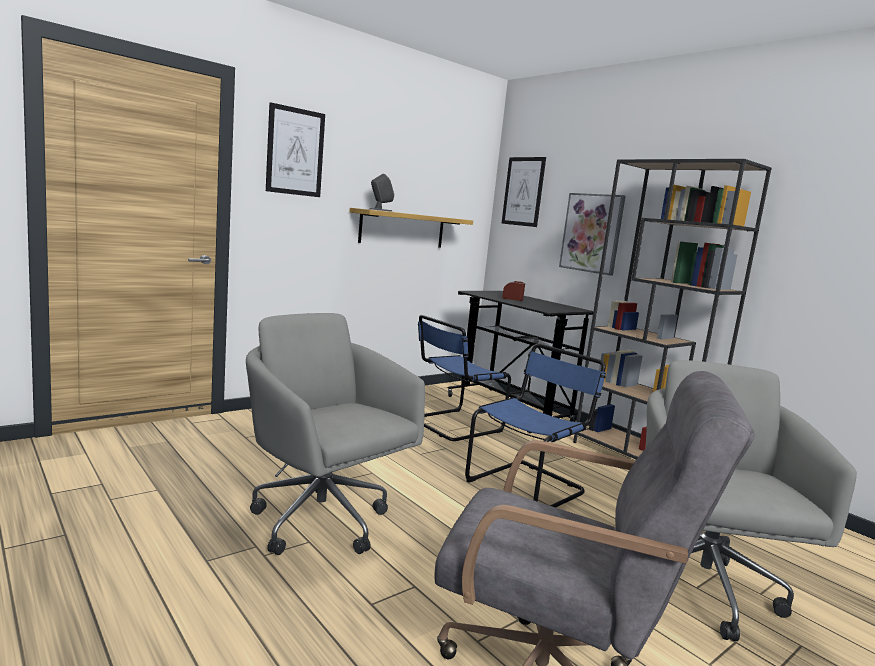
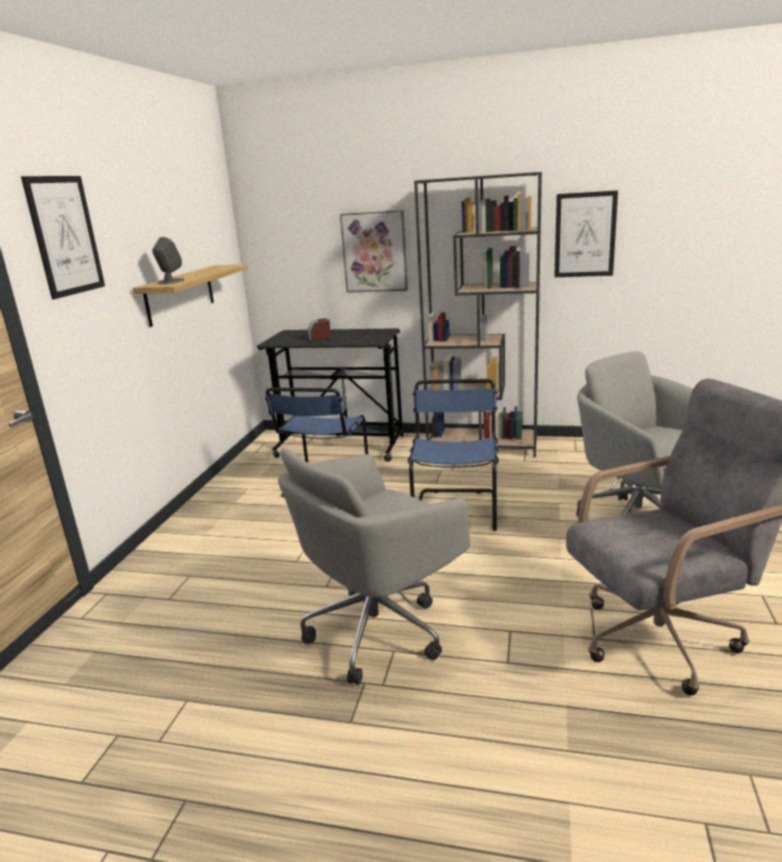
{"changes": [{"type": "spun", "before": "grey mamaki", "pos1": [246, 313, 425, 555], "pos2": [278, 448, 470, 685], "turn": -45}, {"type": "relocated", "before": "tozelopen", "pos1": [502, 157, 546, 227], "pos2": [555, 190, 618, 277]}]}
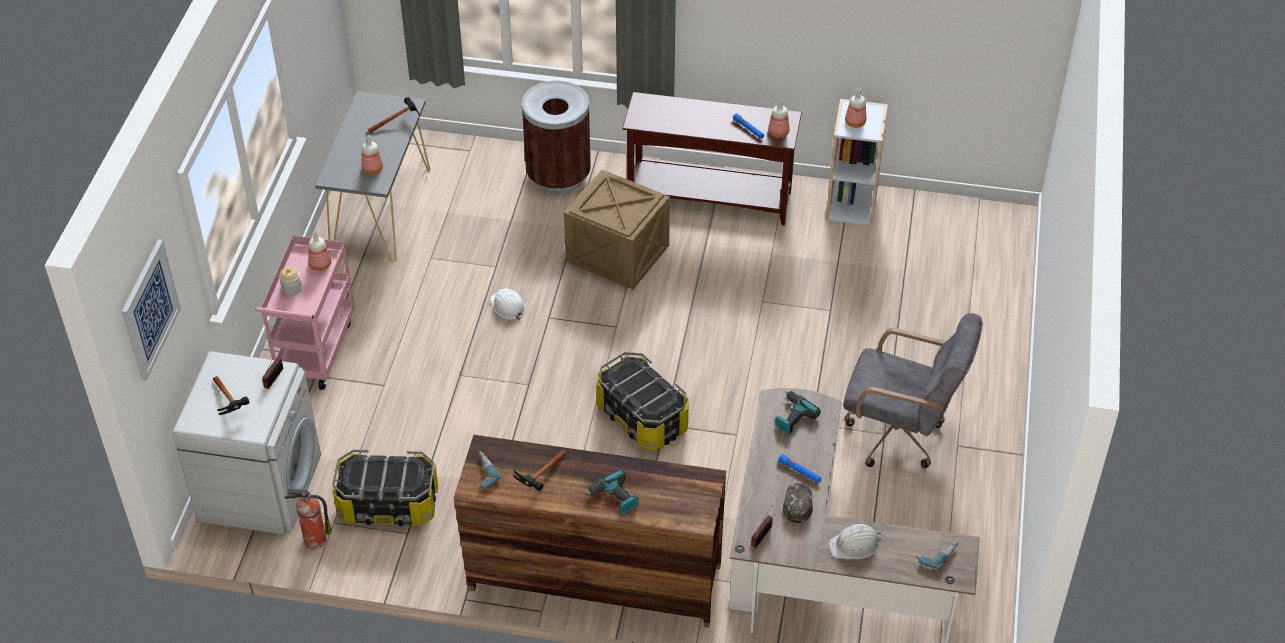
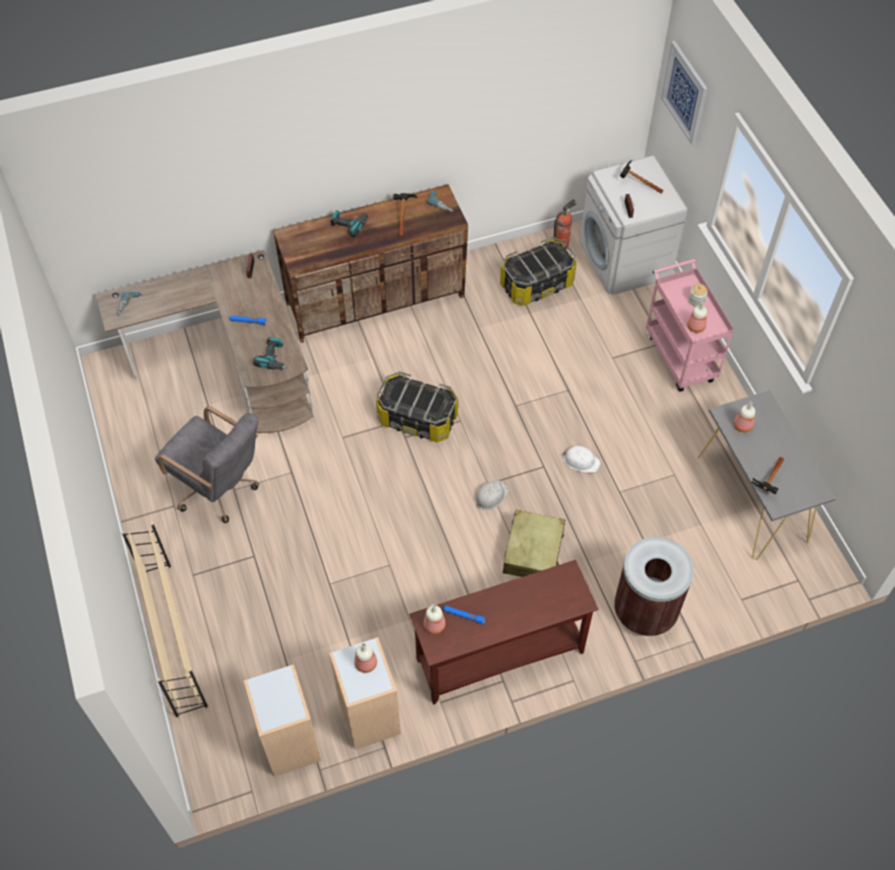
{"changes": [{"type": "exchanged", "before": "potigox", "after": "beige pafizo", "pos1": [564, 170, 670, 289], "pos2": [503, 510, 565, 577]}, {"type": "missing", "before": "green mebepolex", "pos1": [783, 483, 813, 523]}, {"type": "relocated", "before": "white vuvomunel", "pos1": [828, 524, 881, 560], "pos2": [475, 480, 509, 510]}, {"type": "spun", "before": "grey mamaki", "pos1": [844, 313, 983, 468], "pos2": [155, 406, 259, 523], "turn": -135}, {"type": "appeared", "after": "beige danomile", "pos2": [121, 522, 208, 718]}, {"type": "appeared", "after": "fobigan", "pos2": [244, 664, 321, 777]}]}
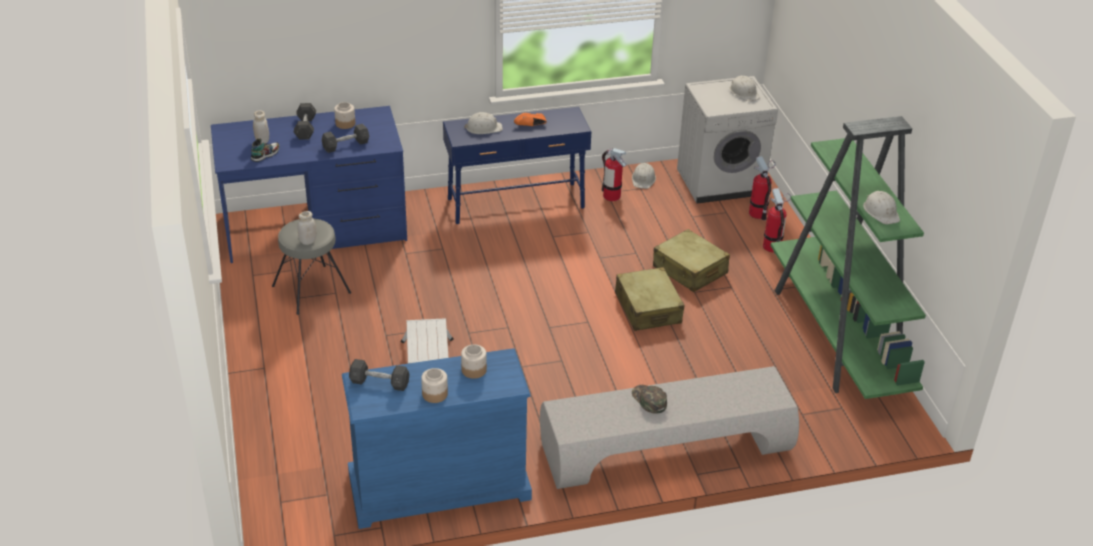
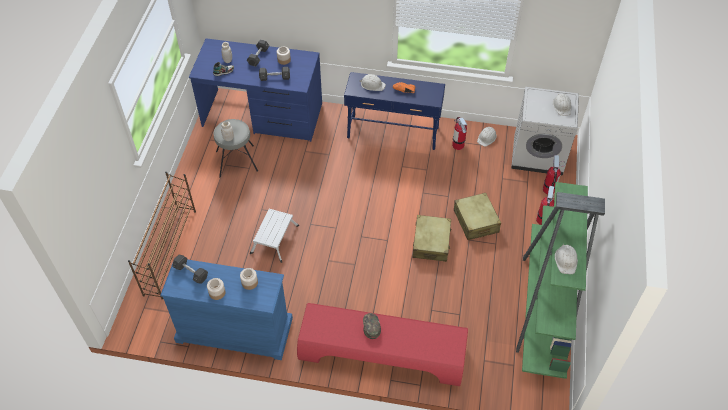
{"changes": [{"type": "colour", "before": "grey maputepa", "after": "red maputepa", "pos1": [540, 366, 799, 489], "pos2": [297, 303, 468, 386]}, {"type": "appeared", "after": "brown danomile", "pos2": [128, 171, 196, 299]}]}
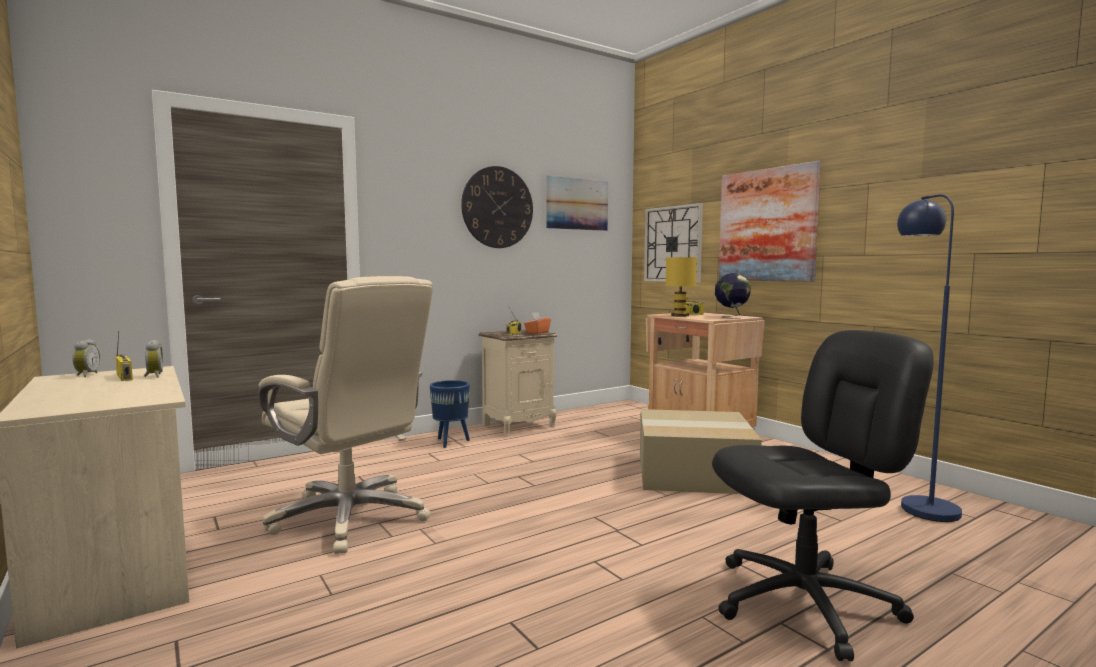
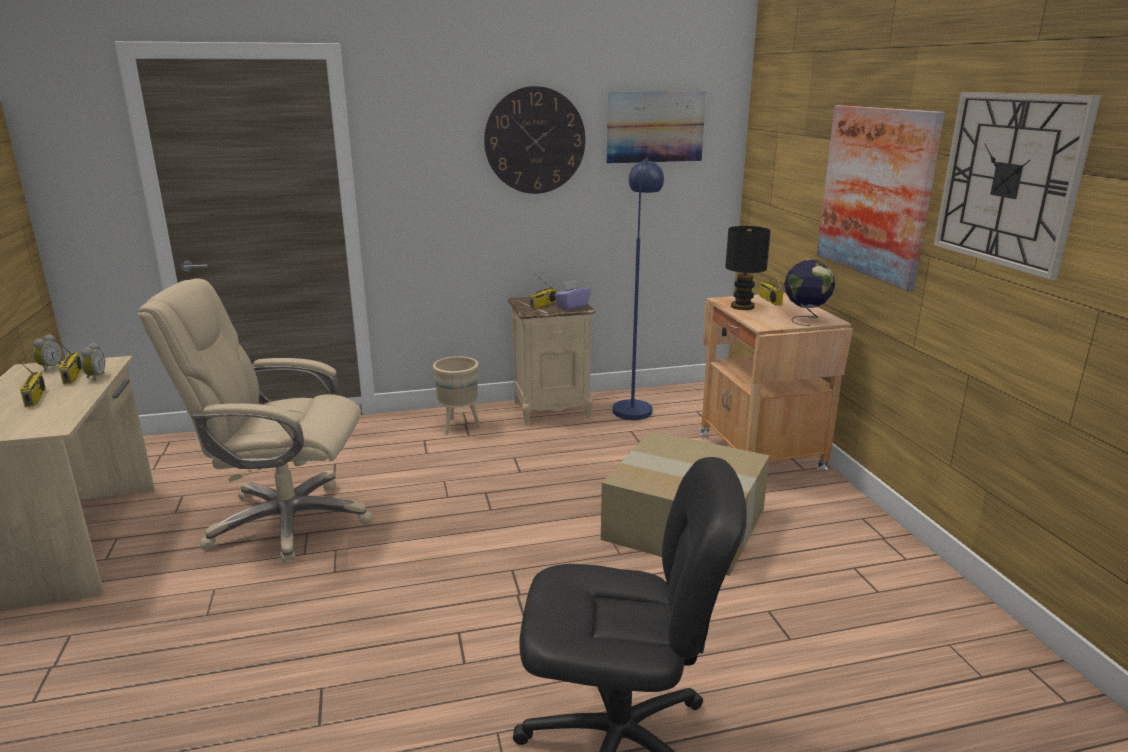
{"changes": [{"type": "spun", "before": "beige mamaki", "pos1": [258, 276, 433, 554], "pos2": [138, 278, 373, 563], "turn": 120}, {"type": "colour", "before": "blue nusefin", "after": "beige nusefin", "pos1": [430, 380, 470, 448], "pos2": [433, 356, 481, 434]}, {"type": "colour", "before": "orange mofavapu", "after": "purple mofavapu", "pos1": [524, 312, 551, 334], "pos2": [554, 280, 591, 310]}, {"type": "relocated", "before": "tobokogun", "pos1": [644, 203, 703, 283], "pos2": [934, 92, 1101, 280]}, {"type": "colour", "before": "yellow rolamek", "after": "black rolamek", "pos1": [666, 257, 697, 317], "pos2": [725, 226, 771, 310]}, {"type": "relocated", "before": "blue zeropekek", "pos1": [897, 194, 962, 522], "pos2": [612, 158, 664, 420]}, {"type": "appeared", "after": "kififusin", "pos2": [15, 358, 46, 407]}]}
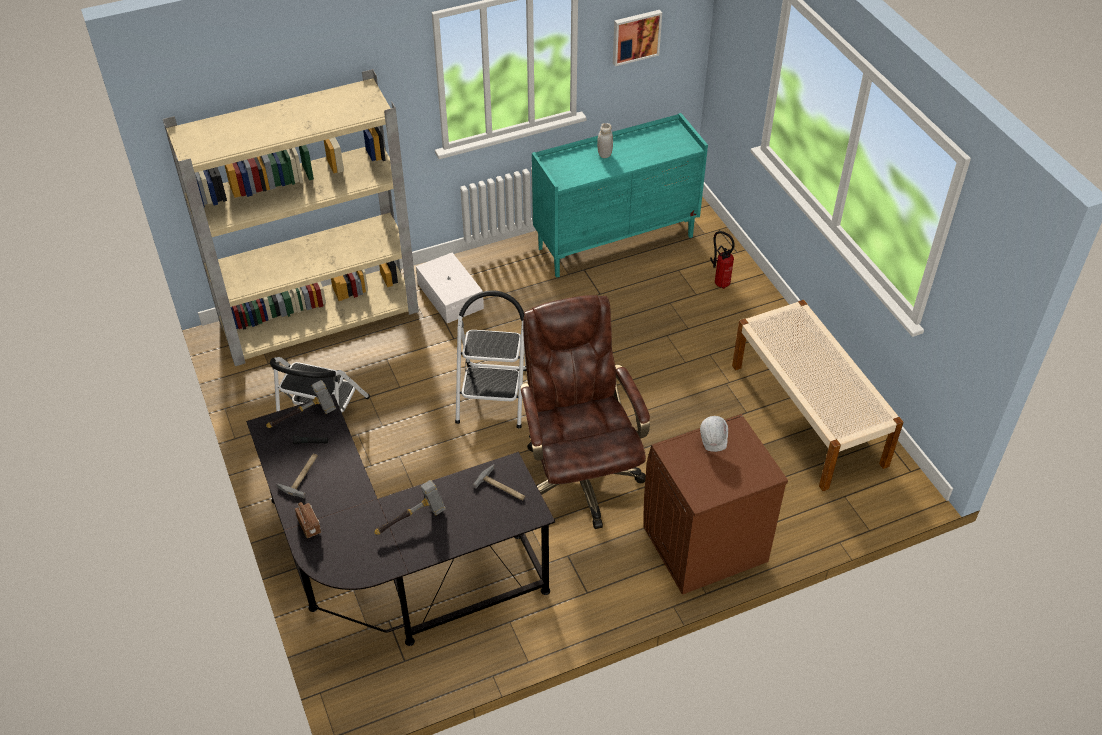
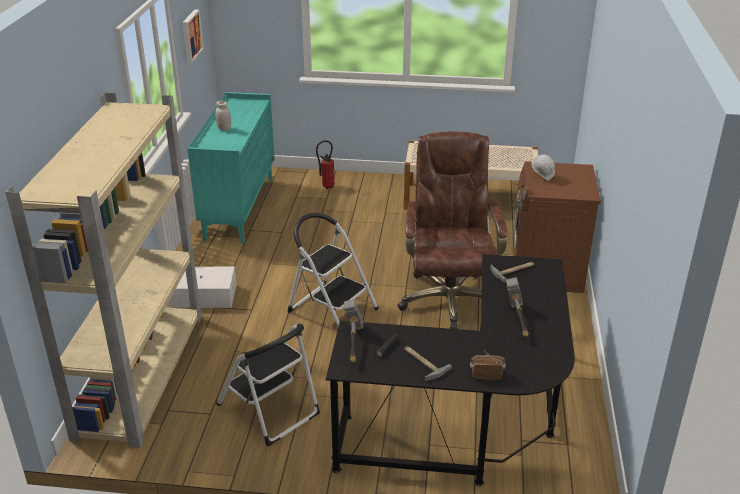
{"changes": [{"type": "spun", "before": "brown mamaki", "pos1": [520, 295, 650, 529], "pos2": [398, 132, 508, 329], "turn": 75}]}
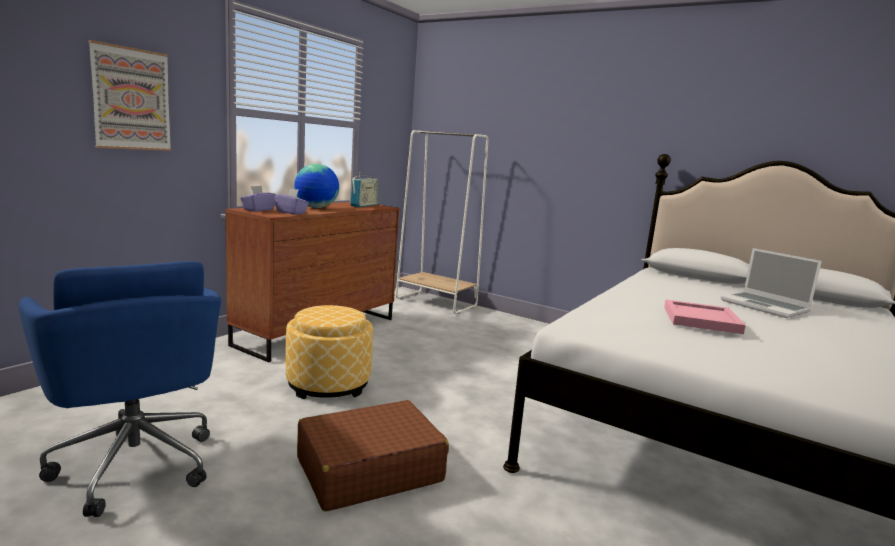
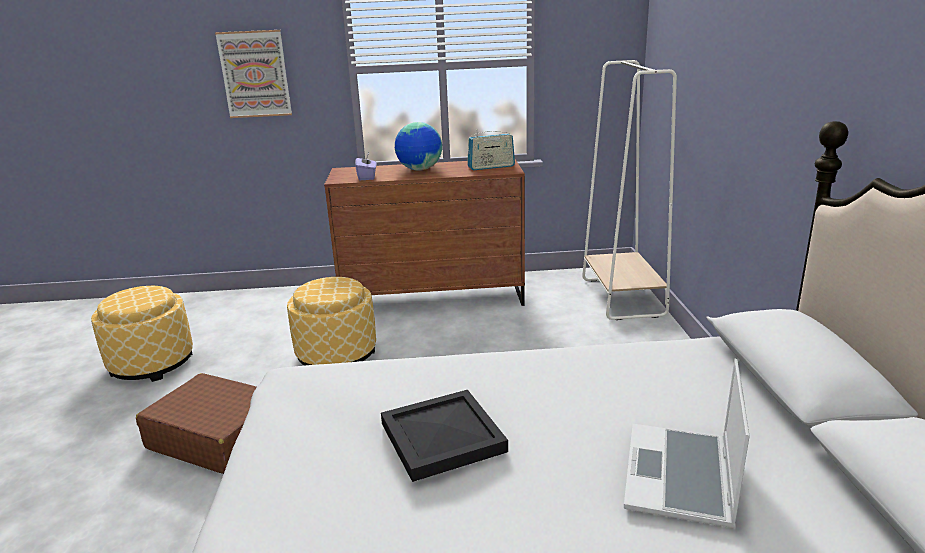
{"changes": [{"type": "exchanged", "before": "blue mamaki", "after": "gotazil", "pos1": [19, 261, 221, 517], "pos2": [91, 286, 193, 382]}, {"type": "missing", "before": "purple mofavapu", "pos1": [240, 186, 276, 211]}, {"type": "colour", "before": "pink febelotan", "after": "black febelotan", "pos1": [664, 300, 746, 334], "pos2": [381, 390, 508, 482]}]}
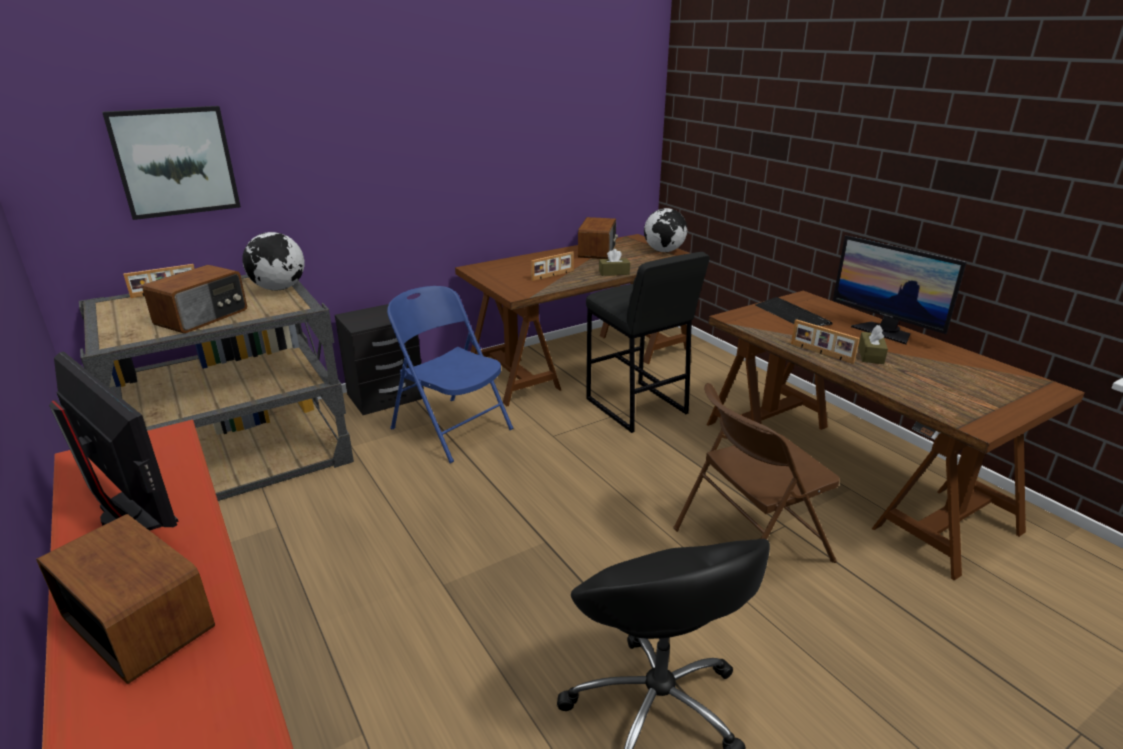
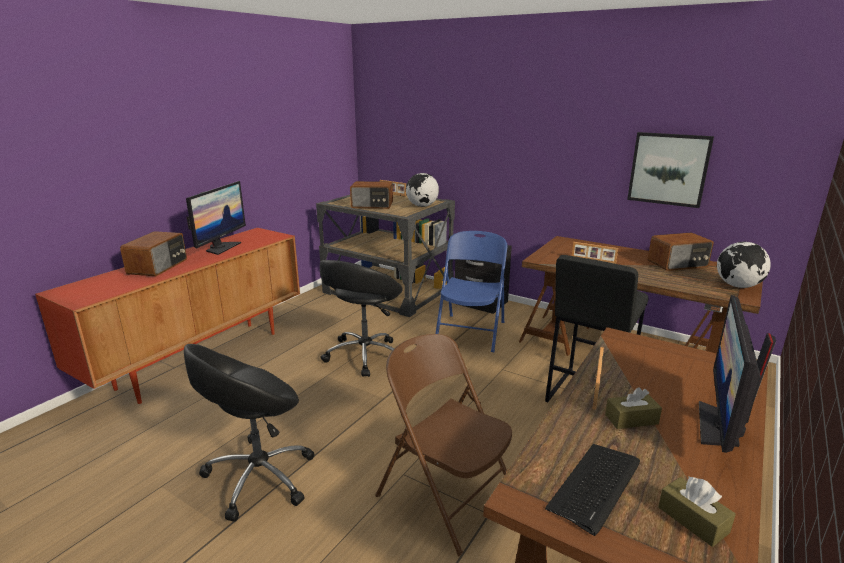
{"changes": [{"type": "relocated", "before": "tozelopen", "pos1": [102, 106, 241, 220], "pos2": [627, 132, 714, 208]}, {"type": "relocated", "before": "brown mofavapu", "pos1": [599, 249, 630, 276], "pos2": [658, 476, 736, 547]}, {"type": "relocated", "before": "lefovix", "pos1": [755, 297, 833, 326], "pos2": [545, 444, 640, 536]}, {"type": "appeared", "after": "black mamaki", "pos2": [320, 260, 403, 377]}]}
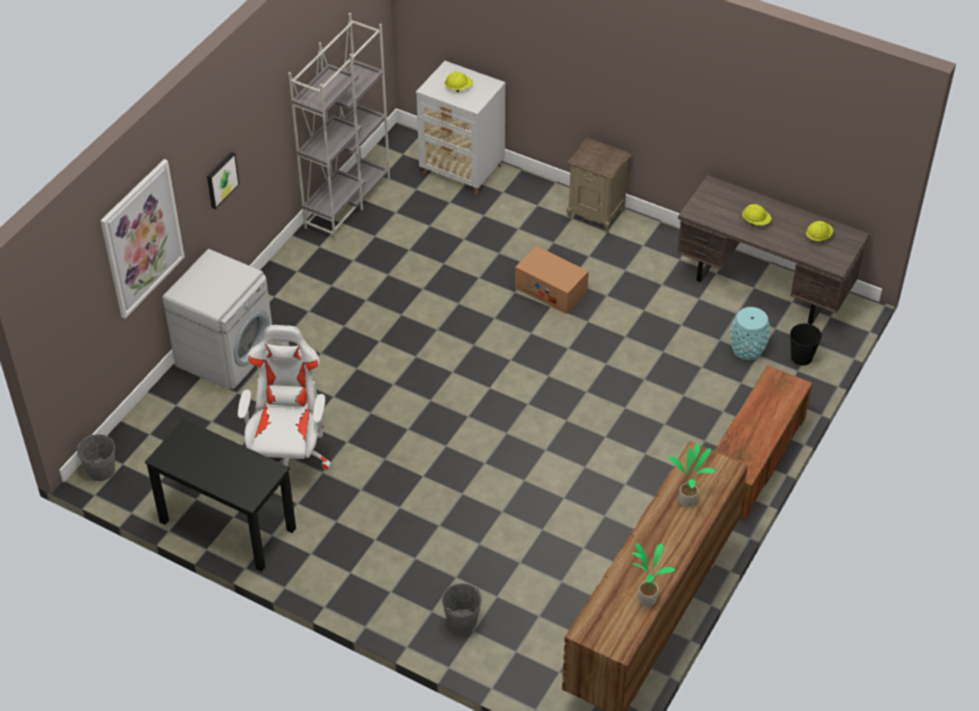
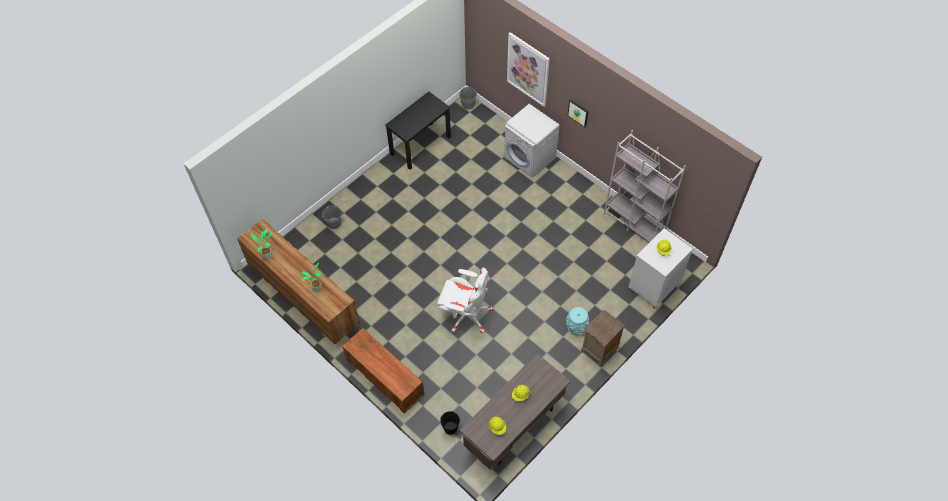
{"changes": [{"type": "relocated", "before": "white mamaki", "pos1": [238, 325, 331, 490], "pos2": [437, 267, 493, 333]}, {"type": "missing", "before": "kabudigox", "pos1": [515, 246, 589, 314]}, {"type": "relocated", "before": "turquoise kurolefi", "pos1": [730, 307, 770, 360], "pos2": [566, 307, 589, 335]}]}
